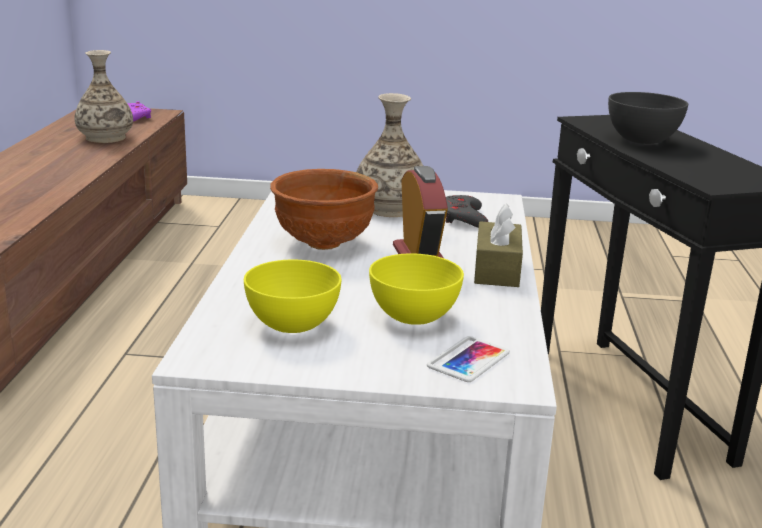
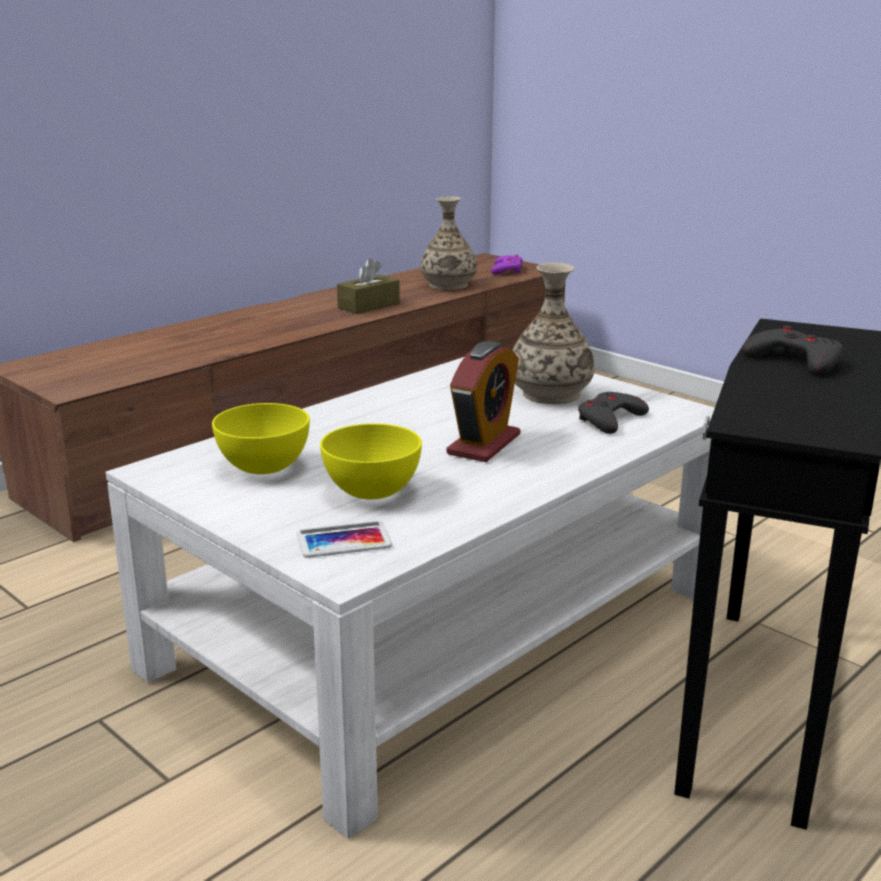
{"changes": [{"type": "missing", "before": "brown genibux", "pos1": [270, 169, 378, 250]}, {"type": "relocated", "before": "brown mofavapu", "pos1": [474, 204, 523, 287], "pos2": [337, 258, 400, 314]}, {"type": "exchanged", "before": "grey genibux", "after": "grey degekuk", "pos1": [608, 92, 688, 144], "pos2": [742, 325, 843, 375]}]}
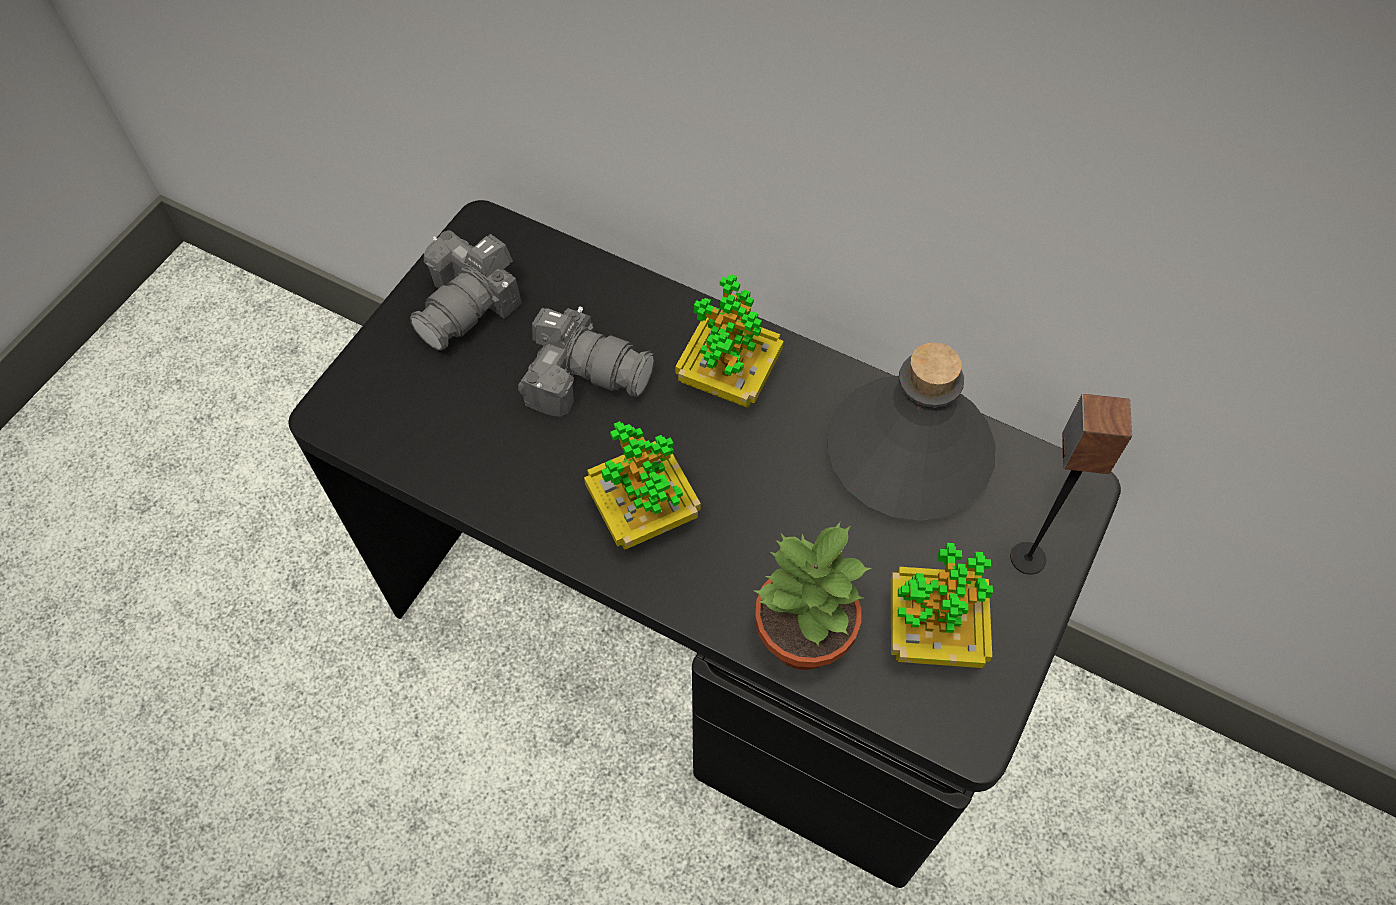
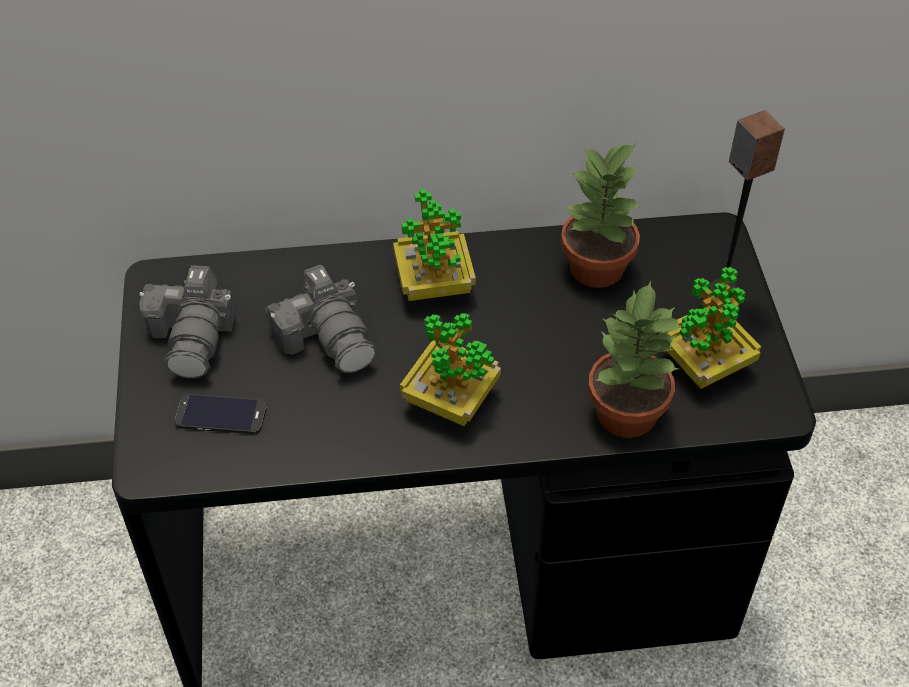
{"changes": [{"type": "spun", "before": "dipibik", "pos1": [518, 306, 655, 417], "pos2": [265, 265, 377, 373], "turn": 75}, {"type": "exchanged", "before": "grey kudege", "after": "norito", "pos1": [827, 342, 996, 521], "pos2": [561, 143, 642, 288]}, {"type": "appeared", "after": "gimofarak", "pos2": [175, 394, 267, 434]}]}
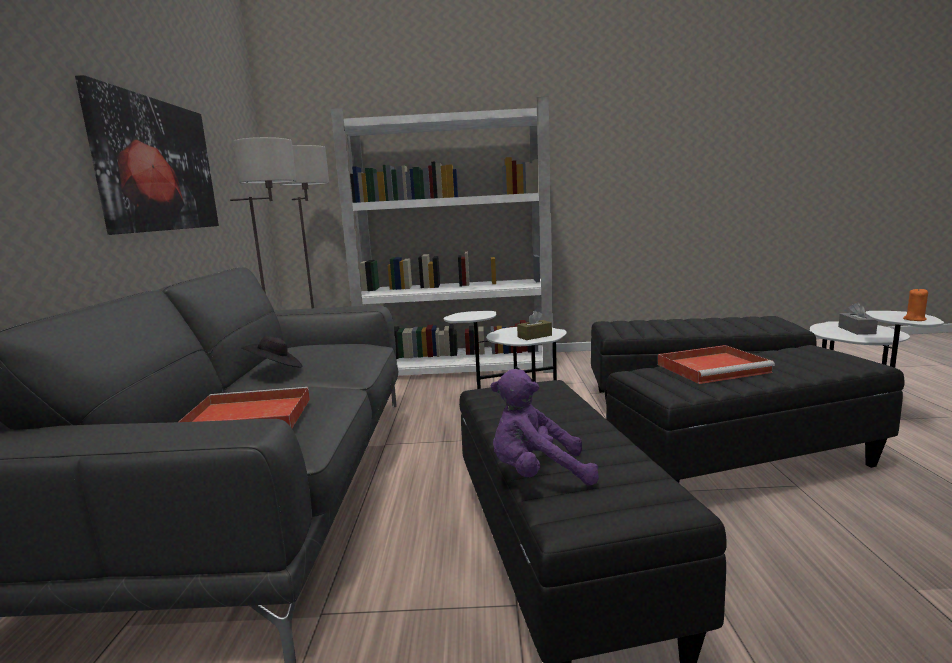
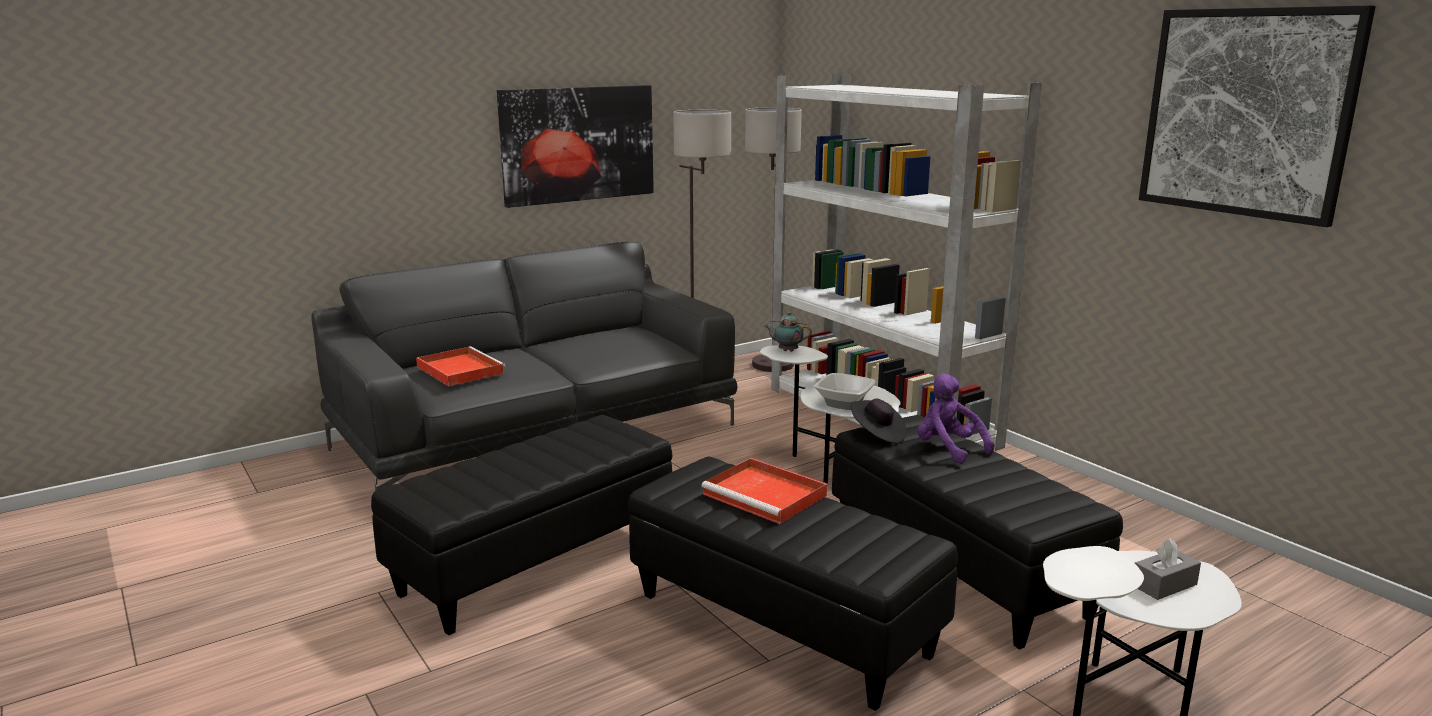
{"changes": [{"type": "relocated", "before": "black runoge", "pos1": [241, 336, 302, 367], "pos2": [851, 399, 906, 443]}, {"type": "relocated", "before": "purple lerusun", "pos1": [491, 369, 599, 486], "pos2": [917, 374, 995, 464]}, {"type": "exchanged", "before": "brown mofavapu", "after": "genibux", "pos1": [517, 311, 552, 340], "pos2": [815, 373, 876, 410]}, {"type": "missing", "before": "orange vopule", "pos1": [903, 289, 928, 321]}, {"type": "appeared", "after": "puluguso", "pos2": [765, 312, 812, 352]}, {"type": "appeared", "after": "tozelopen", "pos2": [1139, 5, 1376, 227]}]}
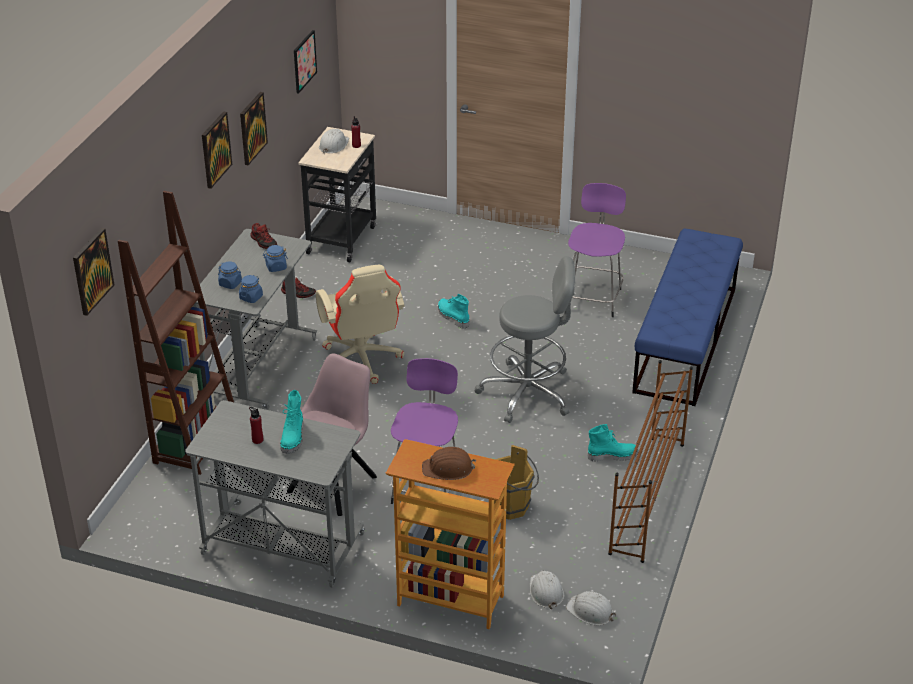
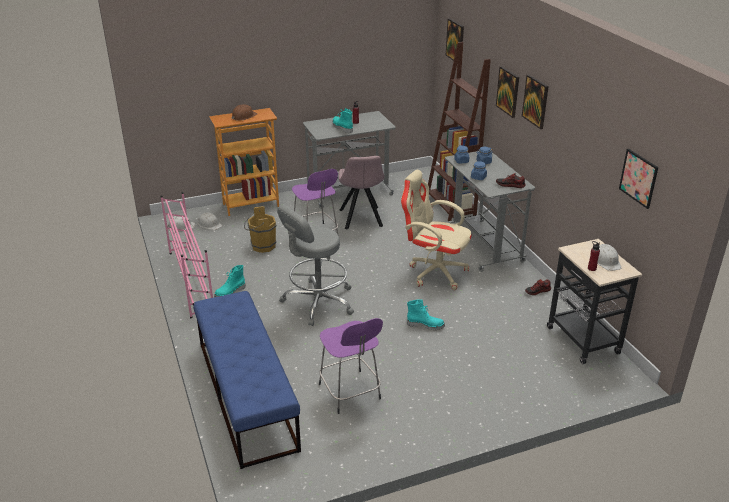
{"changes": [{"type": "relocated", "before": "tozelopen", "pos1": [240, 92, 268, 165], "pos2": [496, 66, 519, 118]}, {"type": "colour", "before": "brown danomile", "after": "pink danomile", "pos1": [608, 360, 693, 563], "pos2": [160, 192, 213, 318]}]}
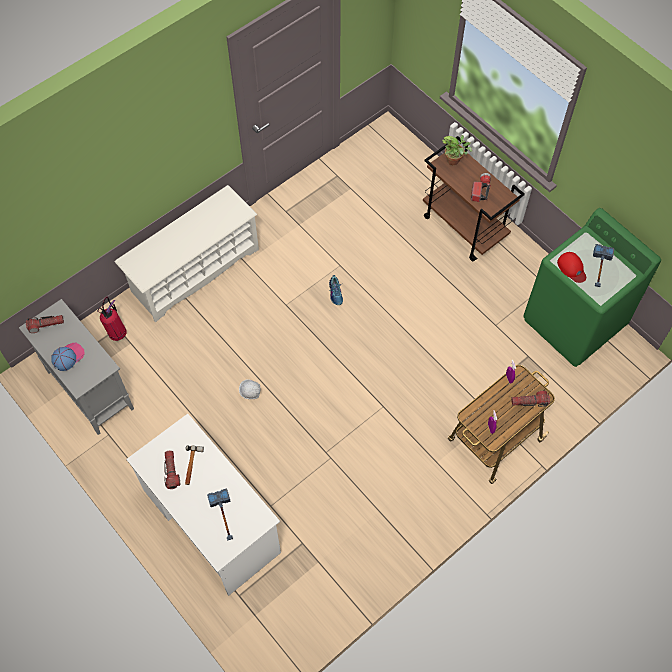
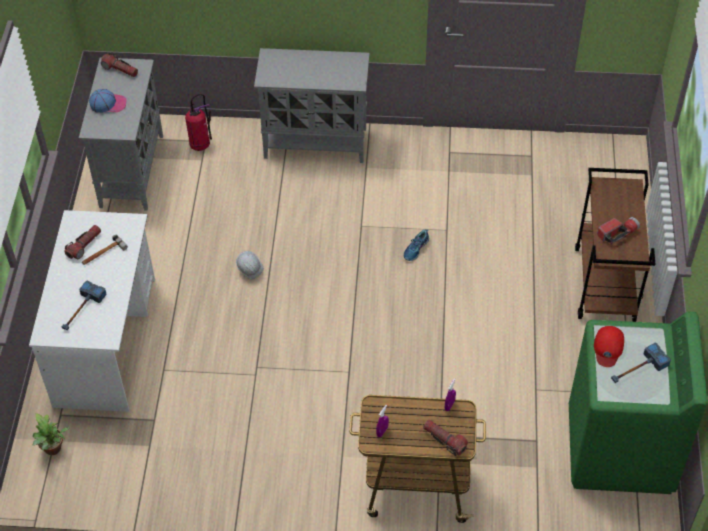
{"changes": [{"type": "exchanged", "before": "white danomile", "after": "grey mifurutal", "pos1": [115, 185, 259, 322], "pos2": [254, 48, 370, 163]}, {"type": "relocated", "before": "norito", "pos1": [442, 135, 472, 165], "pos2": [32, 413, 70, 455]}]}
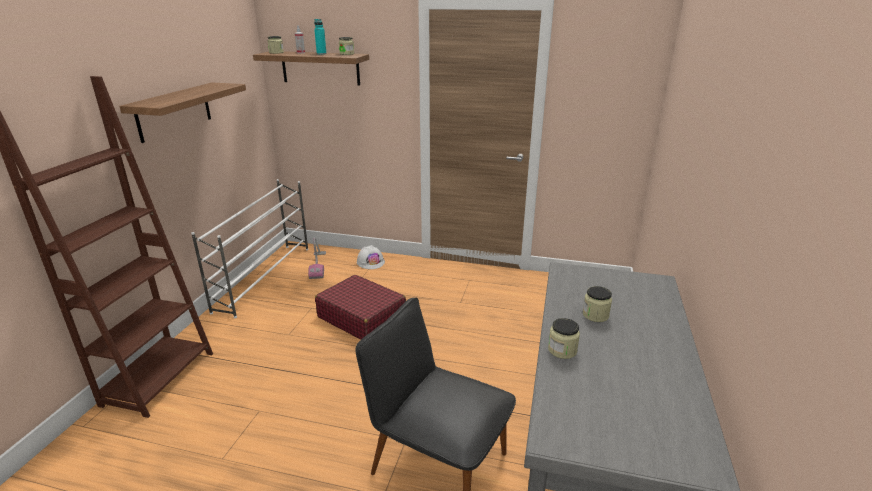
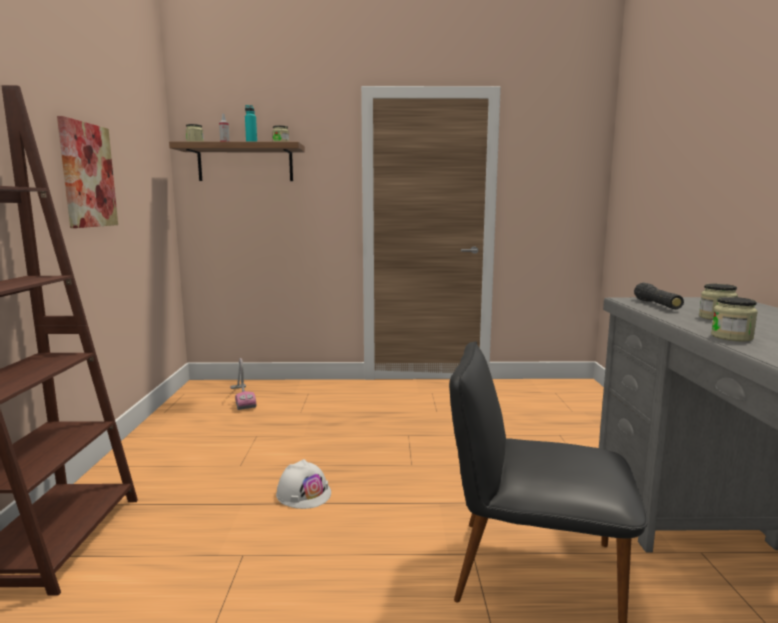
{"changes": [{"type": "exchanged", "before": "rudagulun", "after": "tozelopen", "pos1": [119, 82, 246, 143], "pos2": [57, 116, 118, 228]}, {"type": "missing", "before": "white danomile", "pos1": [191, 179, 309, 318]}, {"type": "missing", "before": "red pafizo", "pos1": [315, 275, 406, 340]}, {"type": "relocated", "before": "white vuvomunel", "pos1": [357, 245, 385, 269], "pos2": [276, 459, 331, 509]}, {"type": "appeared", "after": "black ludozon", "pos2": [634, 283, 684, 309]}]}
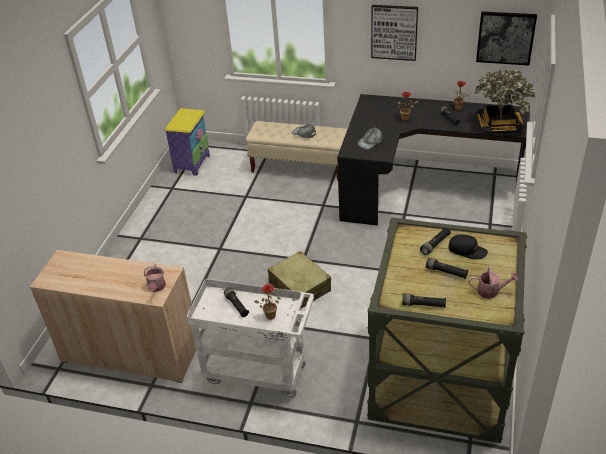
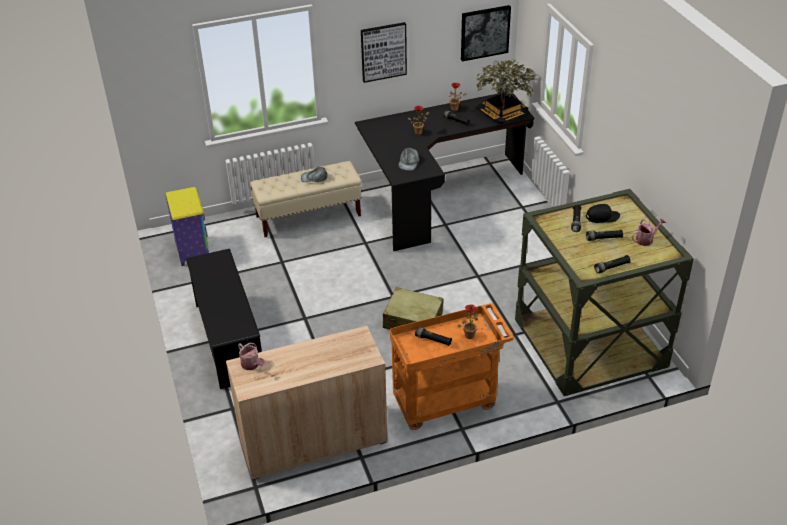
{"changes": [{"type": "relocated", "before": "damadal", "pos1": [144, 263, 166, 292], "pos2": [238, 343, 265, 370]}, {"type": "colour", "before": "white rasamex", "after": "orange rasamex", "pos1": [187, 279, 314, 397], "pos2": [390, 303, 514, 430]}, {"type": "appeared", "after": "black danomile", "pos2": [186, 249, 262, 389]}]}
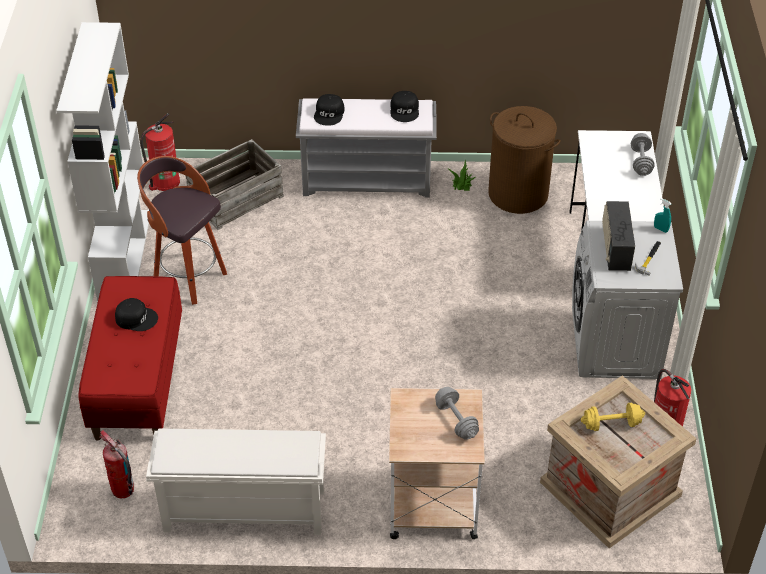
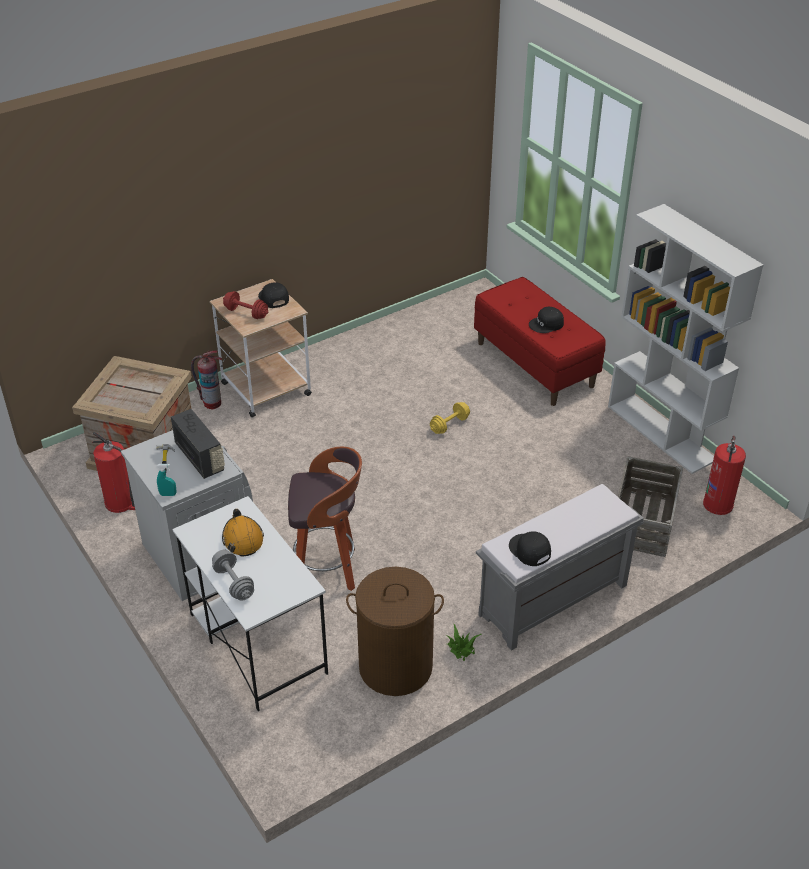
{"changes": [{"type": "relocated", "before": "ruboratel", "pos1": [100, 430, 134, 499], "pos2": [191, 350, 222, 410]}, {"type": "relocated", "before": "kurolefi", "pos1": [137, 156, 227, 305], "pos2": [288, 447, 362, 591]}, {"type": "missing", "before": "white danomile", "pos1": [146, 428, 326, 535]}, {"type": "relocated", "before": "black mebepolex", "pos1": [314, 94, 345, 126], "pos2": [258, 282, 289, 308]}, {"type": "colour", "before": "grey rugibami", "after": "red rugibami", "pos1": [435, 387, 479, 440], "pos2": [223, 291, 268, 319]}, {"type": "relocated", "before": "yellow rugibami", "pos1": [581, 403, 645, 431], "pos2": [430, 402, 470, 434]}, {"type": "appeared", "after": "orange vuvomunel", "pos2": [222, 509, 264, 556]}]}
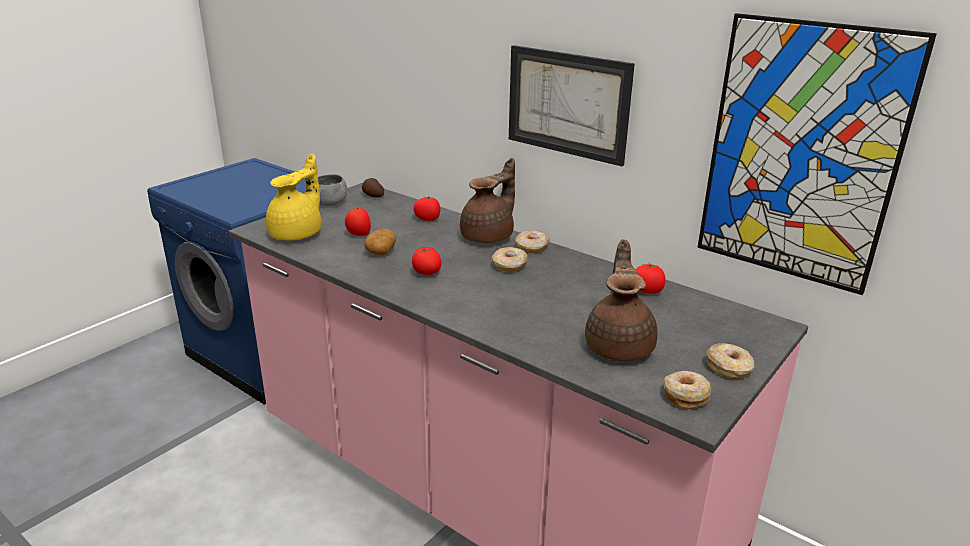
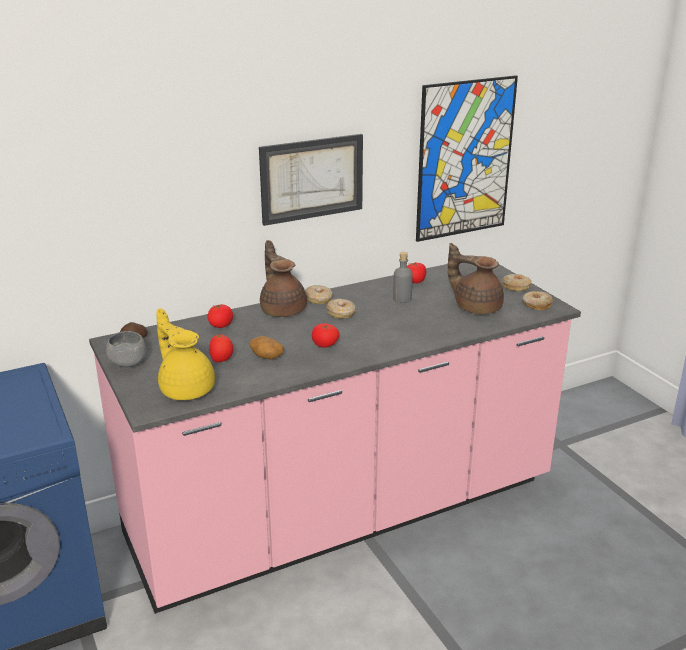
{"changes": [{"type": "appeared", "after": "grey kudege", "pos2": [393, 252, 413, 303]}]}
